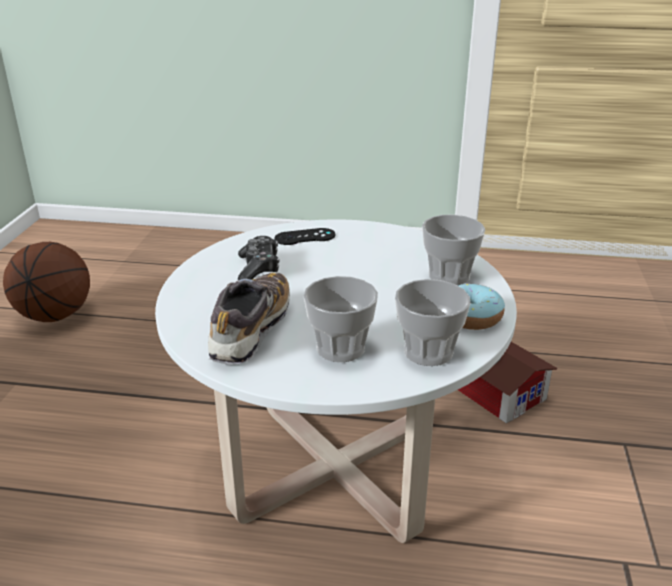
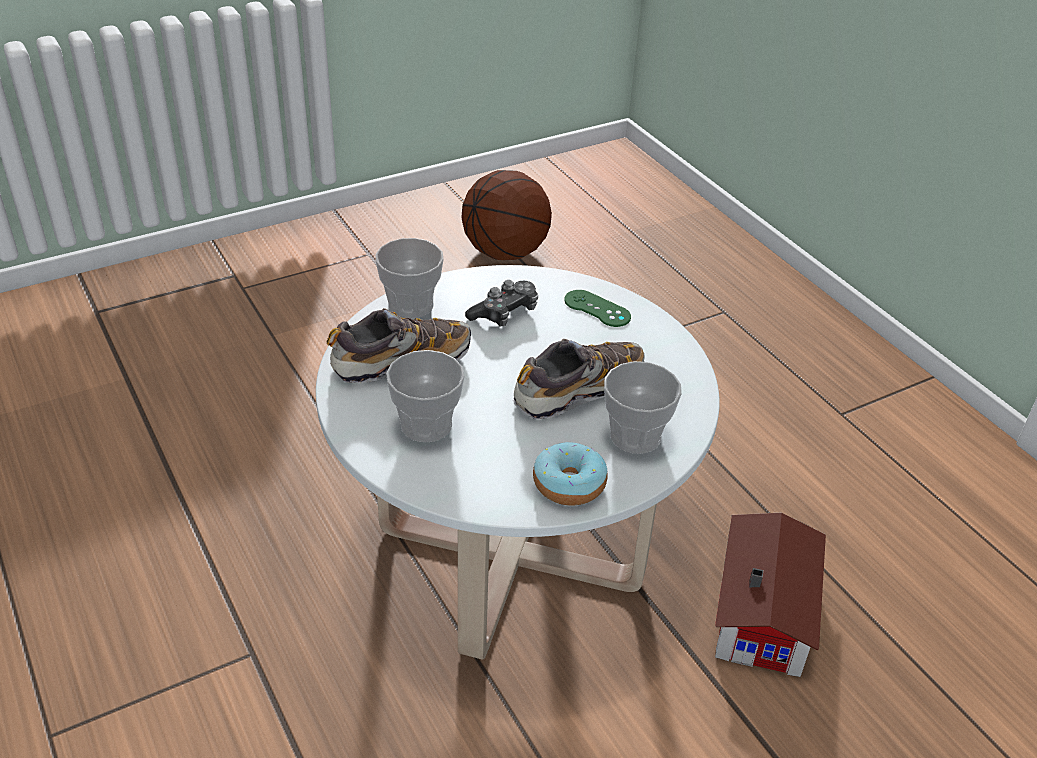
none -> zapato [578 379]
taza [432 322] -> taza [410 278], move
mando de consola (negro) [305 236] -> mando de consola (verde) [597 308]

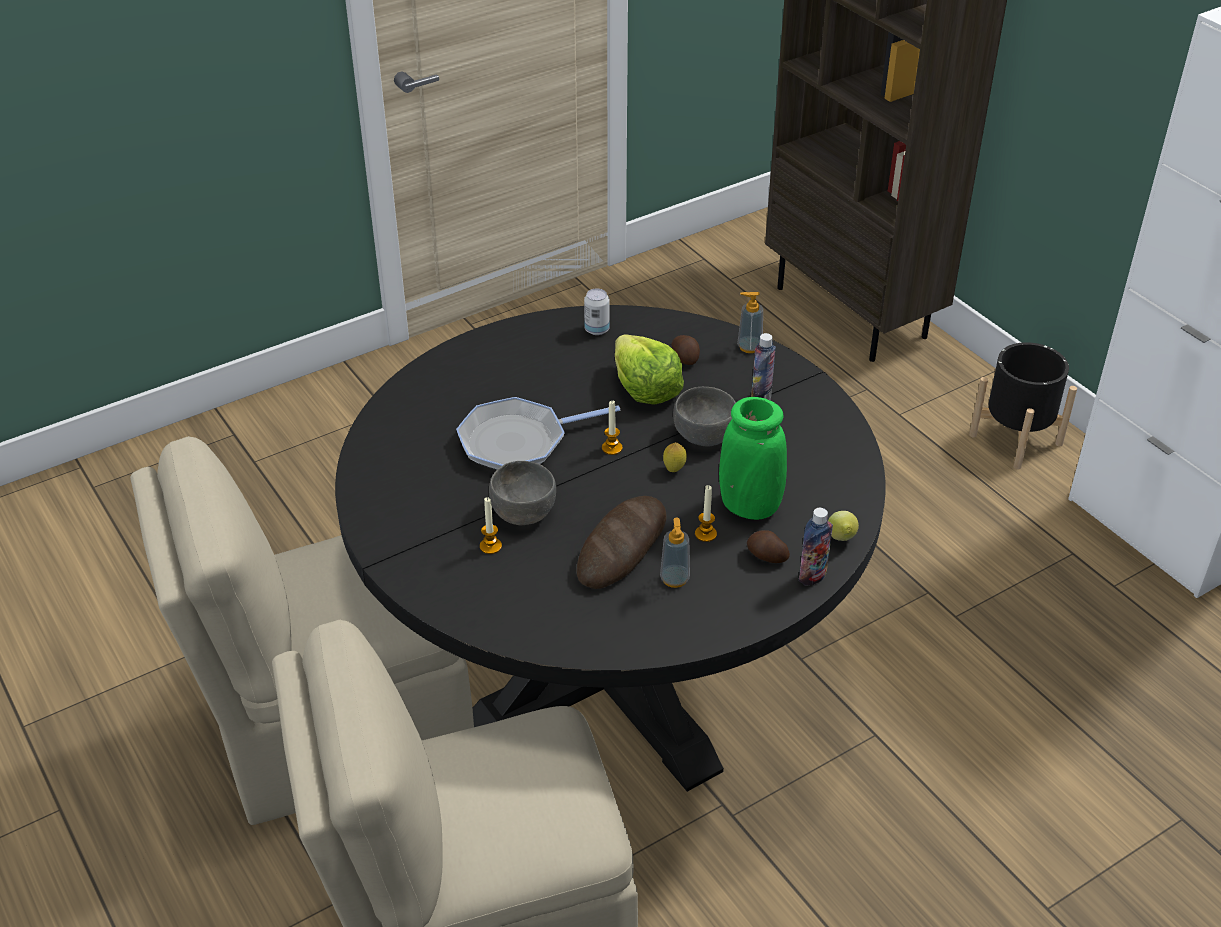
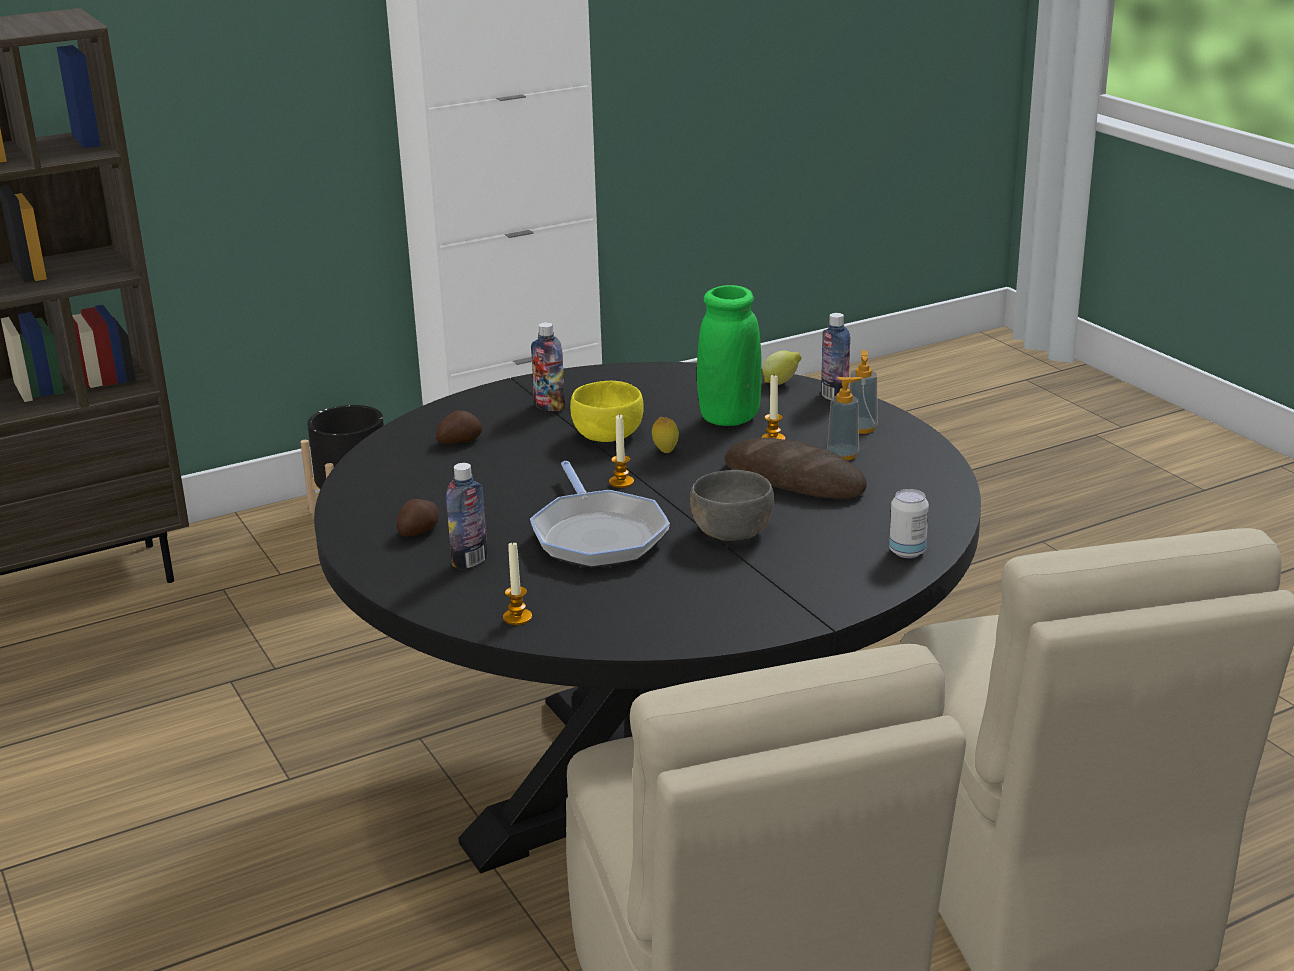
lechuga [649 369] -> none
none -> botella [467 516]
vela [491 526] -> vela [517 583], move
lata [597 311] -> lata [909 523], move
dispensador de jabón [750 322] -> dispensador de jabón [863 392], move
patata [768 546] -> patata [418 517], move
cuenco (gris) [704 416] -> cuenco (amarillo) [607 411]

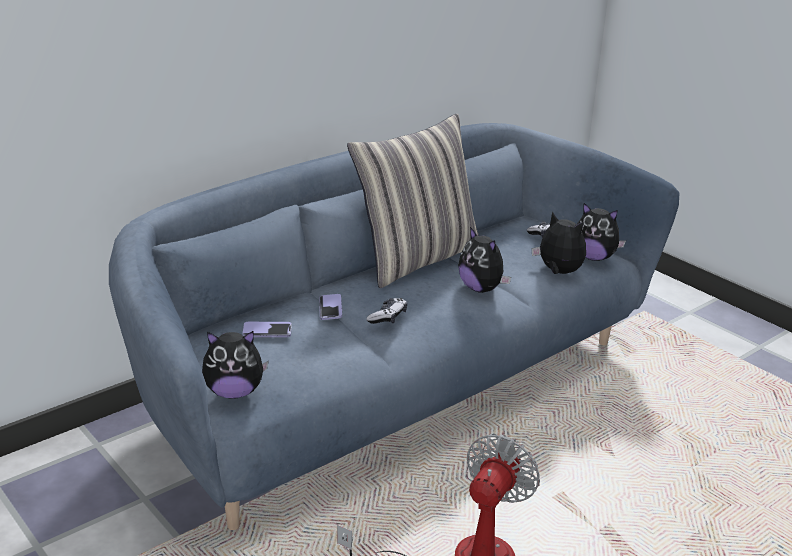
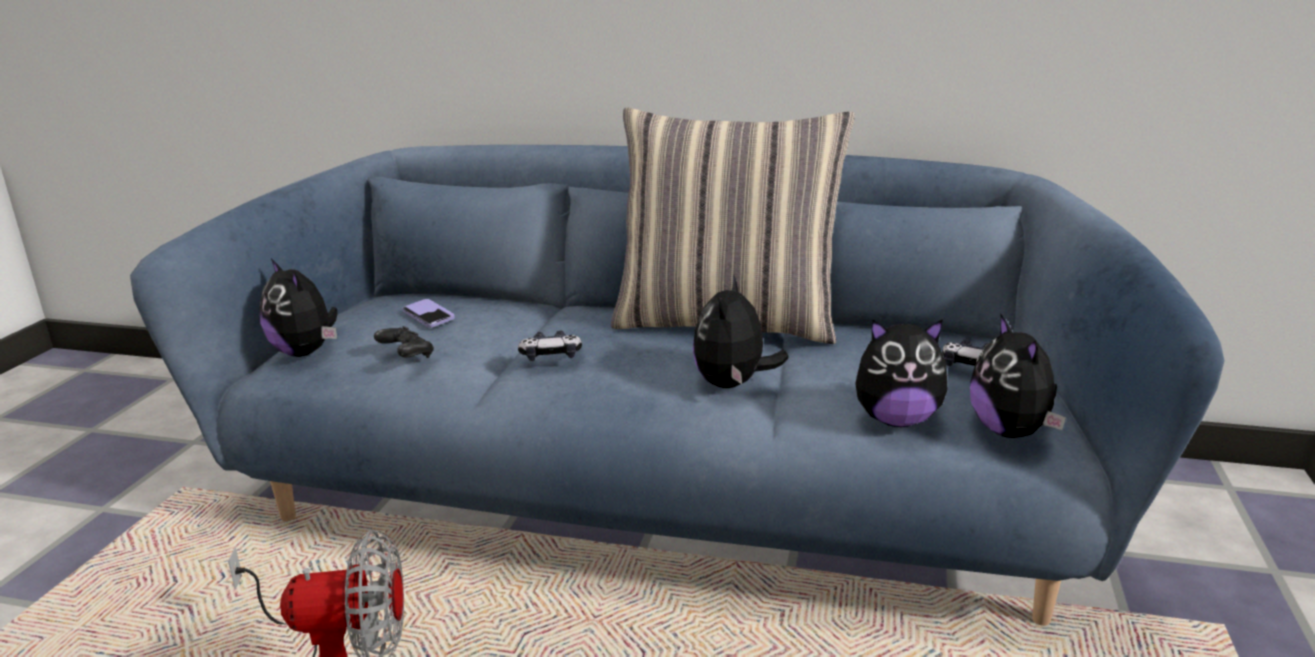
móvil [330 307] -> none
none -> mando de consola (negro) [404 342]
peluche [559 243] -> peluche [901 373], 90 degrees clockwise

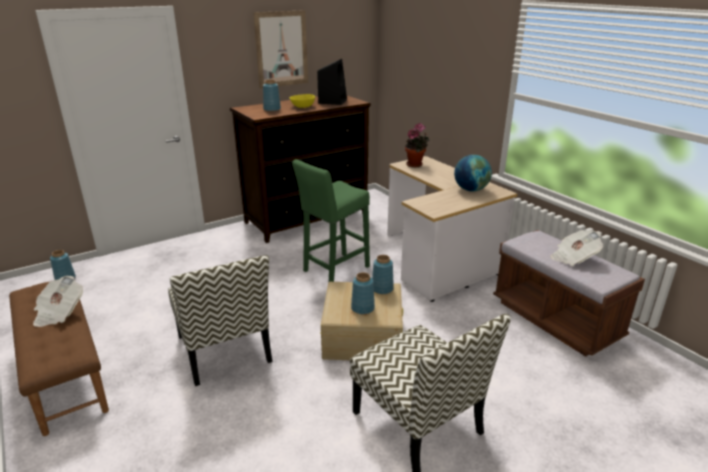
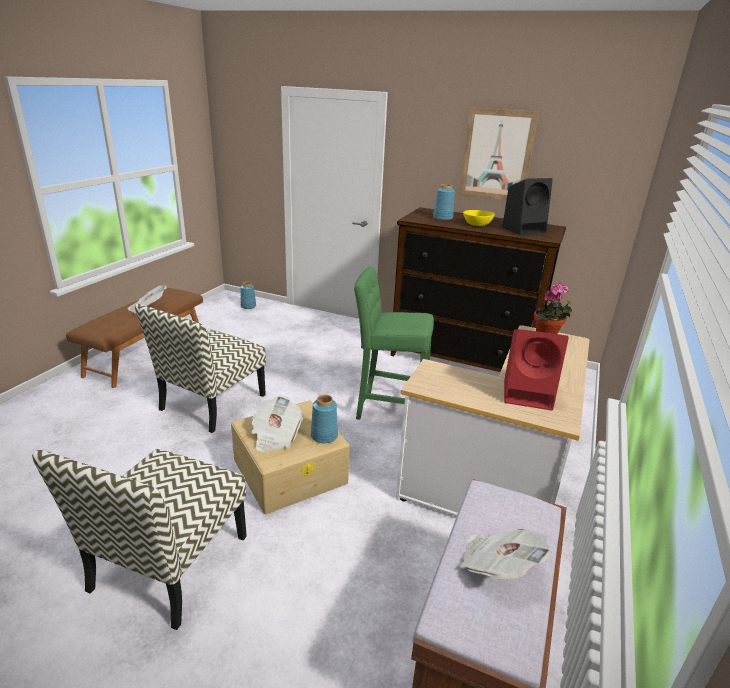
florero (azul) [363 293] -> periódico [277 424]
globo terráqueo [473 173] -> altavoz (rojo) [536 369]

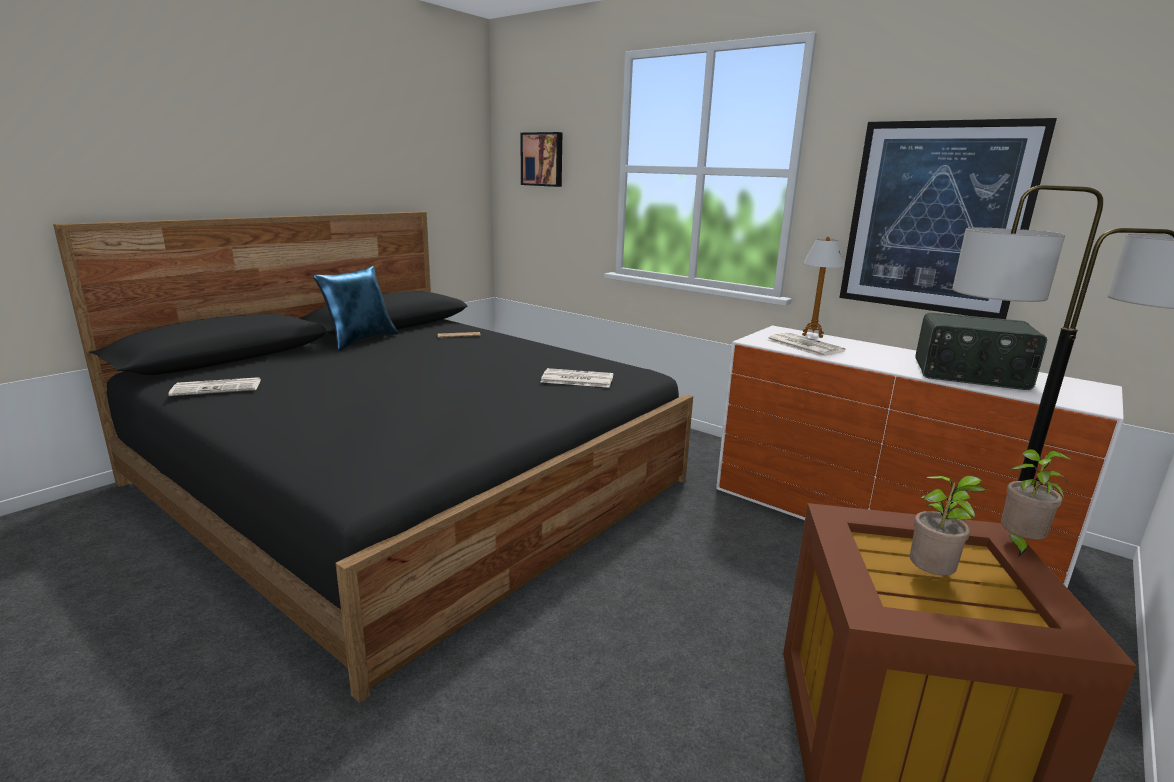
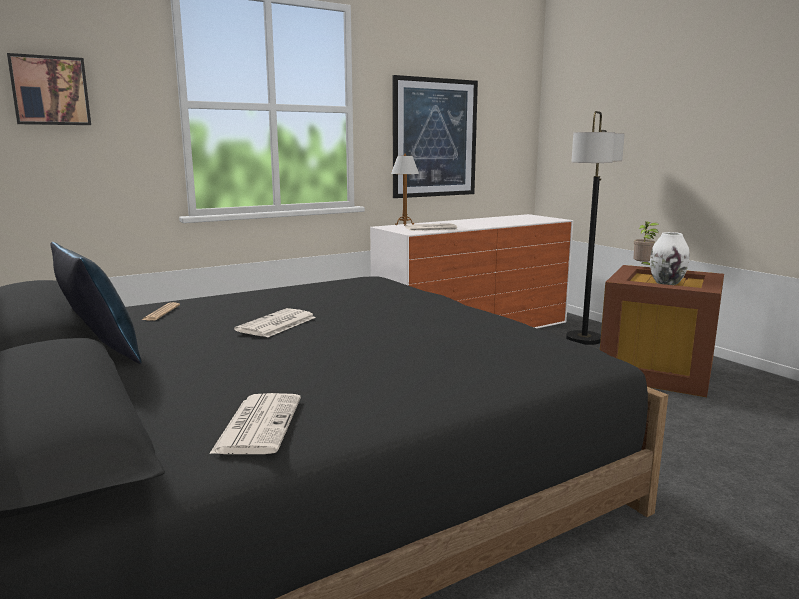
radio [981 351] -> none
periódico [577 378] -> periódico [275 323], move
planta en maceta [948 525] -> florero (blanco) [669 258]

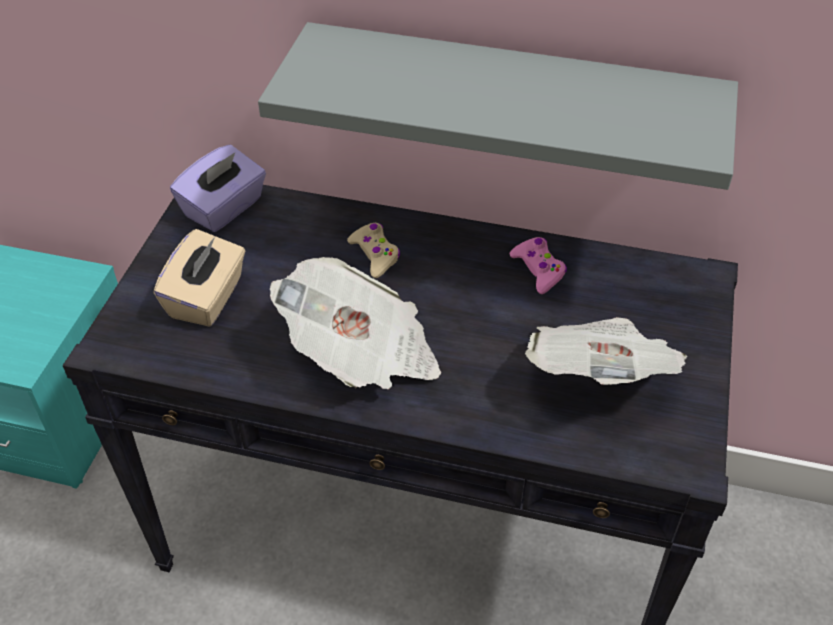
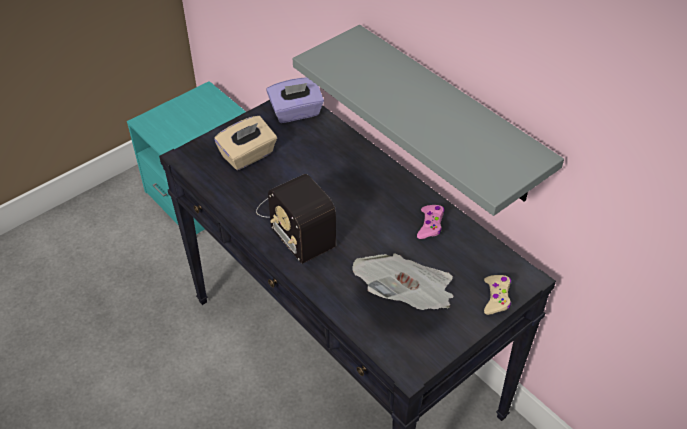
mando de consola (beis) [373 250] -> mando de consola (beis) [497 295], move
periódico [355 323] -> radio [296 219]

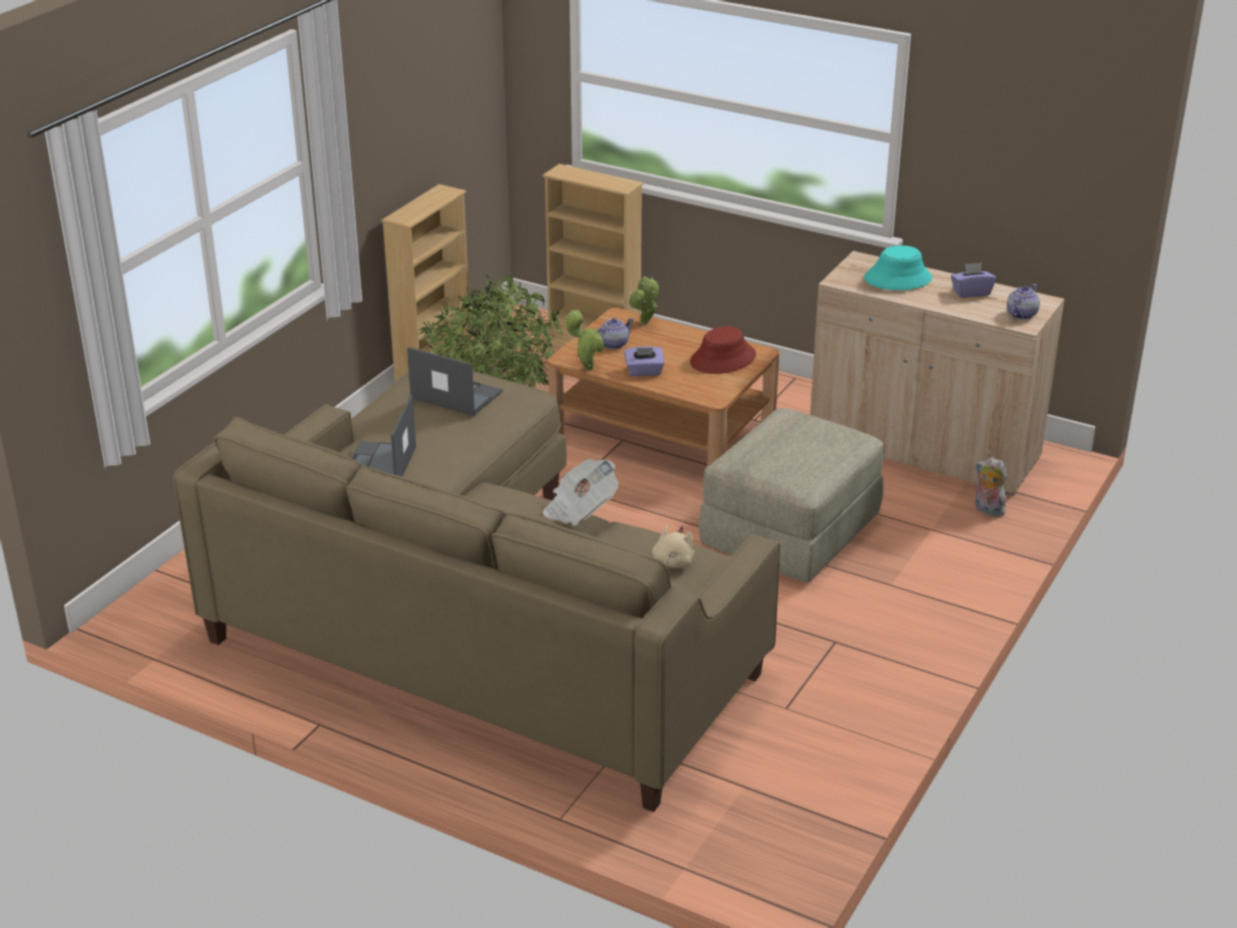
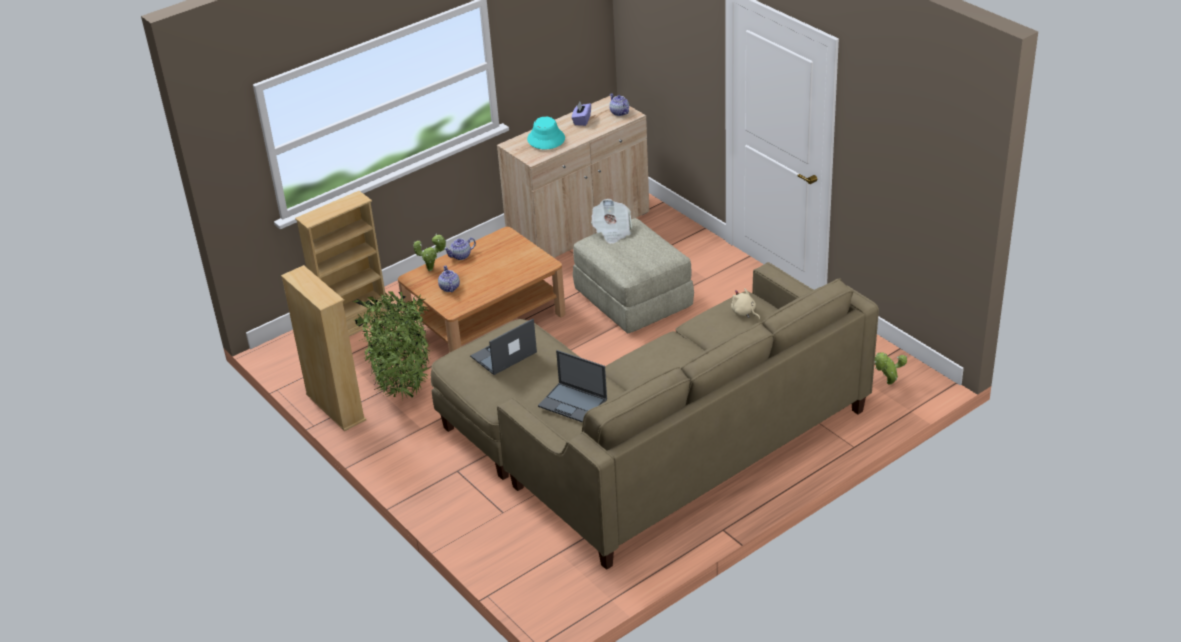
caja de pañuelos (morado) [644 361] -> none
sombrero (rojo) [723 350] -> none
peluche [991 487] -> none
none -> tetera [460 249]
periódico [581 492] -> periódico [611 221], move
planta en maceta [585 340] -> planta en maceta [891 368], move

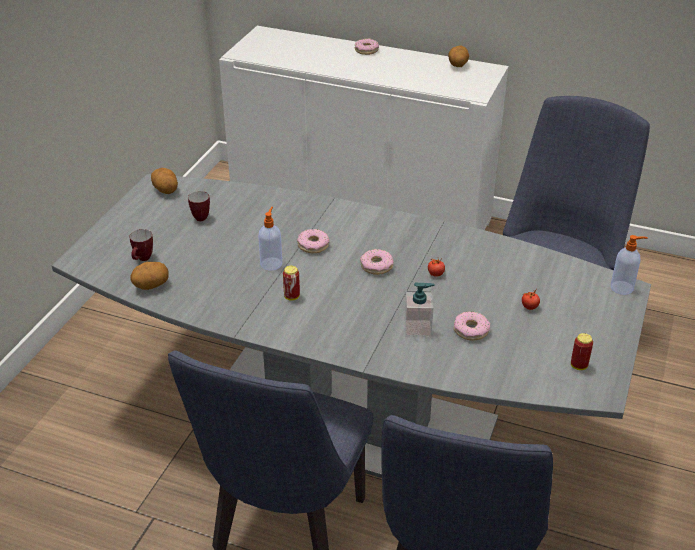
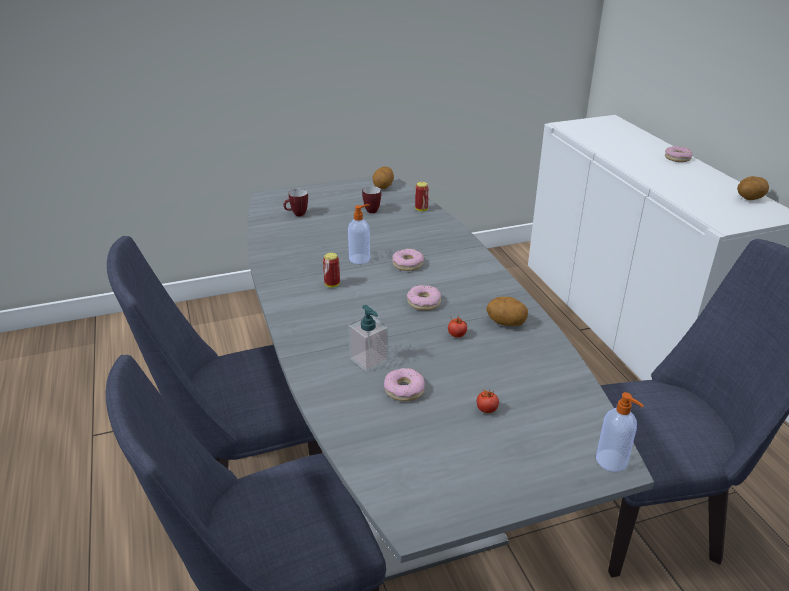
patata [149 276] -> patata [507 311], move
lata [582 351] -> lata [422 196], move

